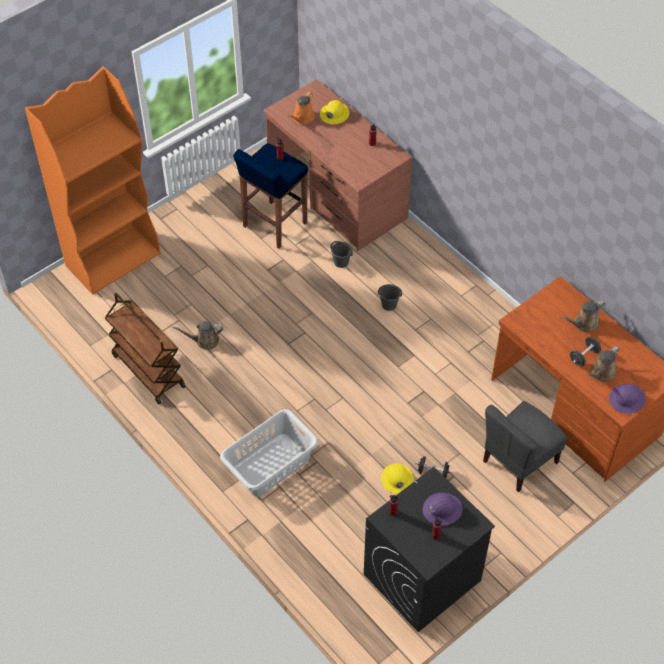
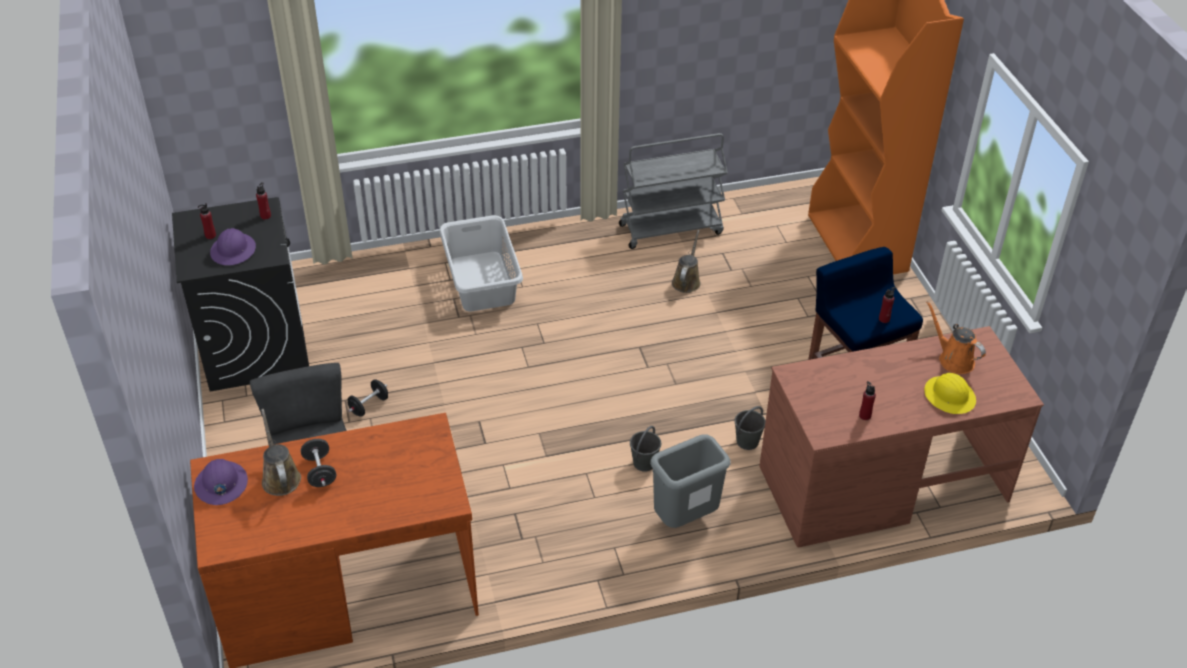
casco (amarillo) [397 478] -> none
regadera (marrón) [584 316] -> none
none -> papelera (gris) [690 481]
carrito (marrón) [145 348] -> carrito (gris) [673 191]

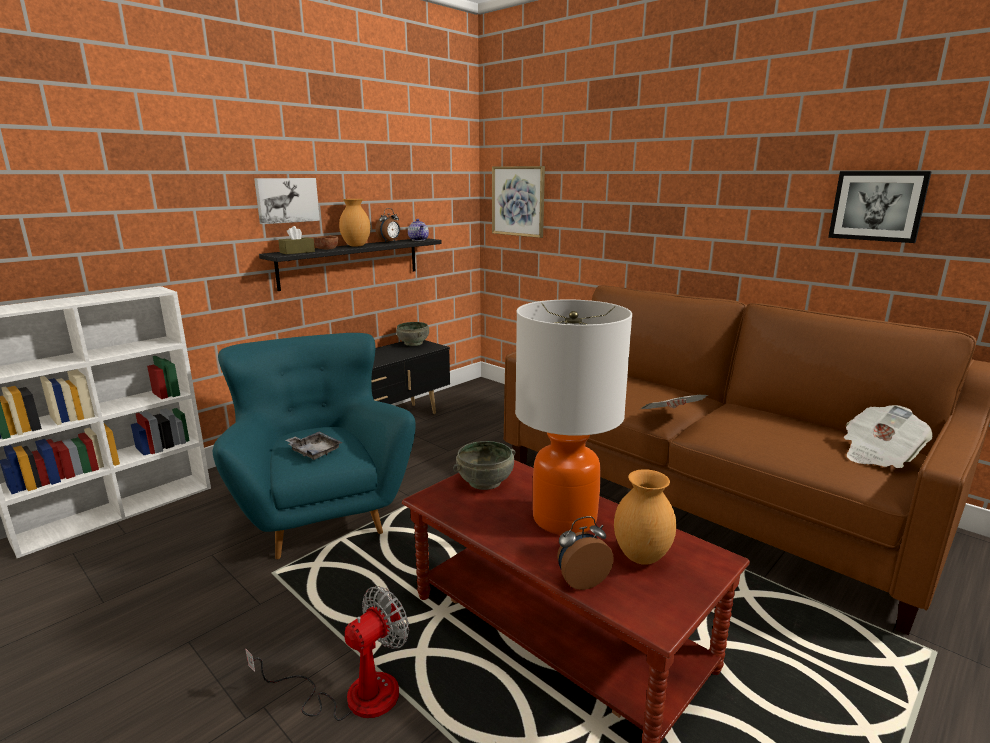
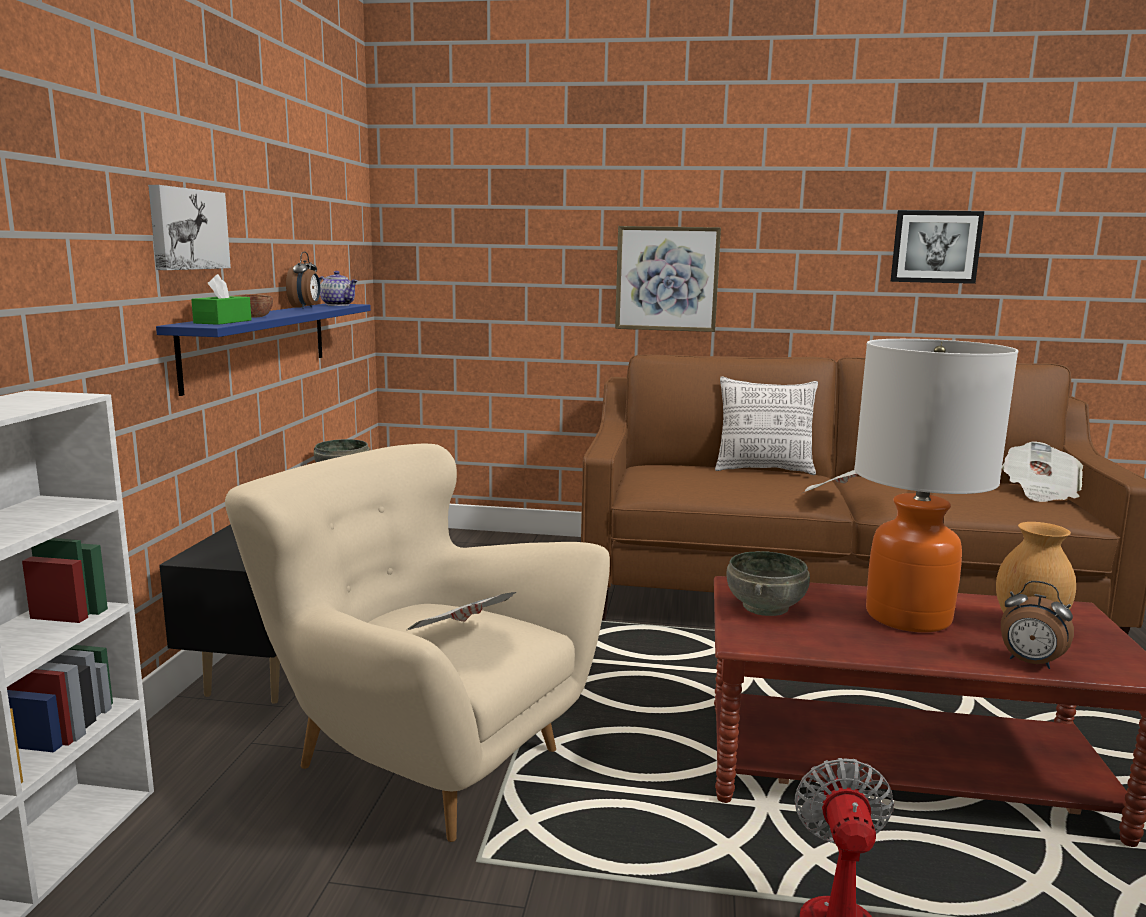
florero (marrón) [355 222] -> none
none -> cojín [766 425]
cuadro [518 202] -> cuadro [668 279], move
bandeja (gris) [314 446] -> periódico [462 611]
sillón (turquesa) [314 446] -> sillón (beis) [417 643]
estante (negro) [350 264] -> estante (azul) [263 349]
caja de pañuelos (marrón) [296 240] -> caja de pañuelos (verde) [221 299]
despertador [585 553] -> despertador [1037 625], 90 degrees counterclockwise

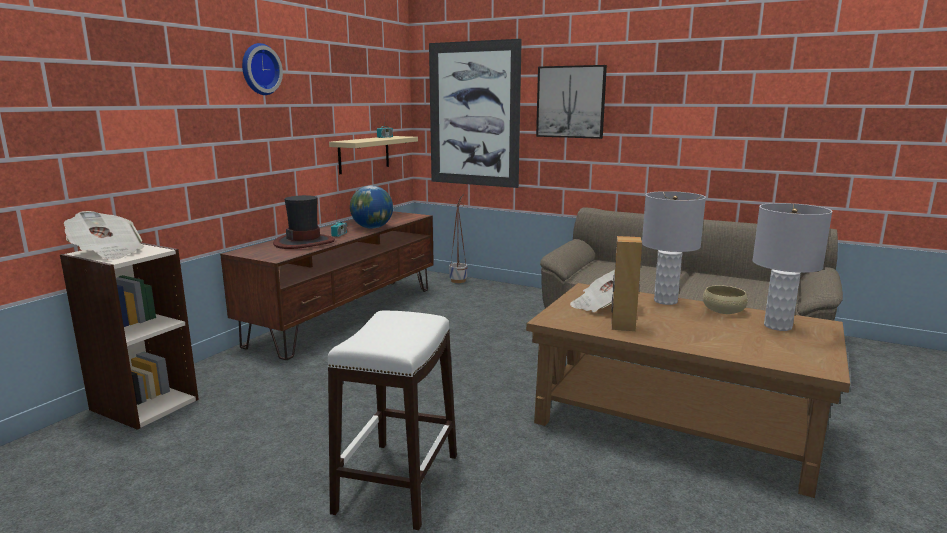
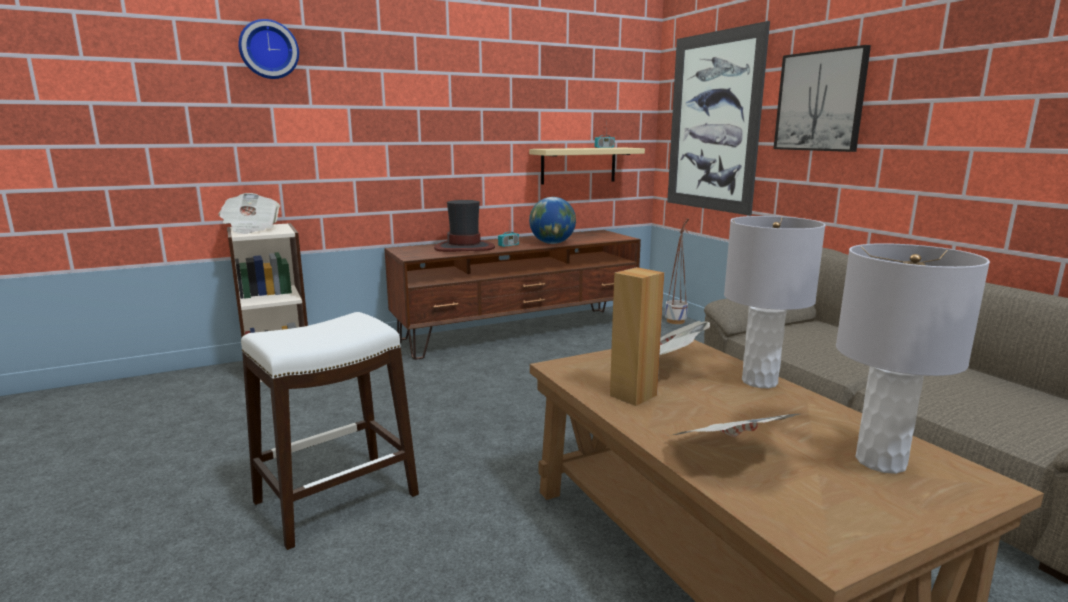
cuenco (beis) [725 299] -> none
none -> periódico [736 425]
reloj de pared [262 69] -> reloj de pared [268 49], move

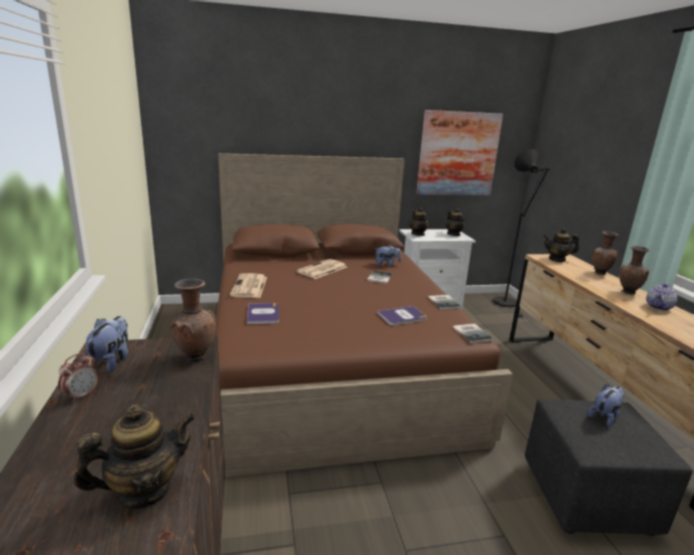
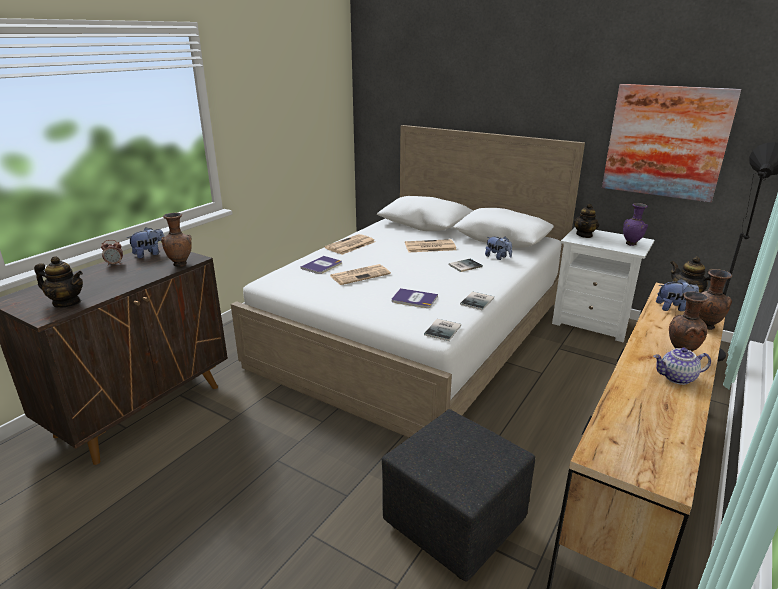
none -> periódico [361 274]
peluche [606 405] -> peluche [677 295], move
tetera [455 222] -> florero (morado) [635 224]
cama (marrón) [364 315] -> cama (blanco) [408 281]

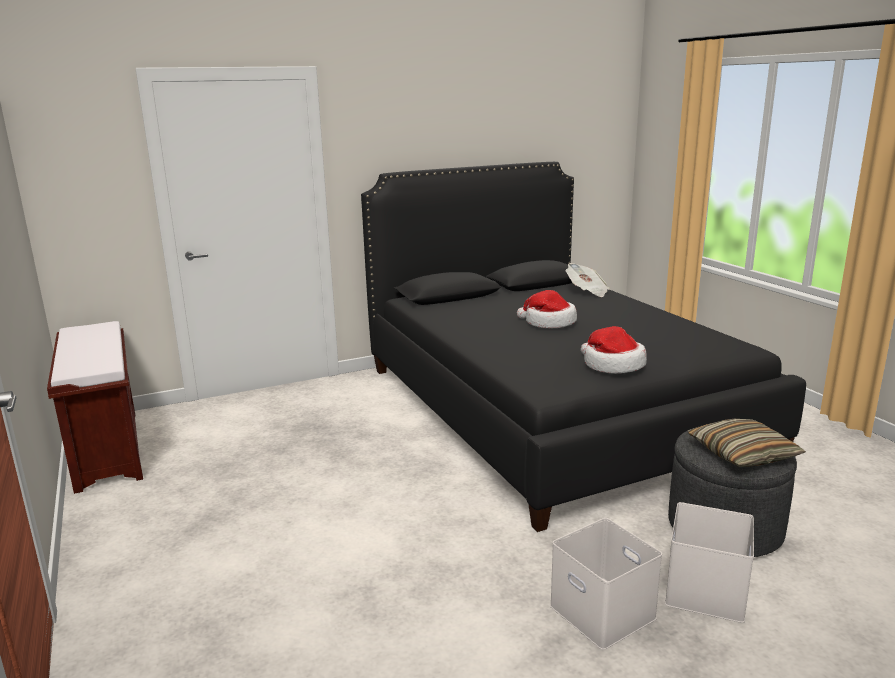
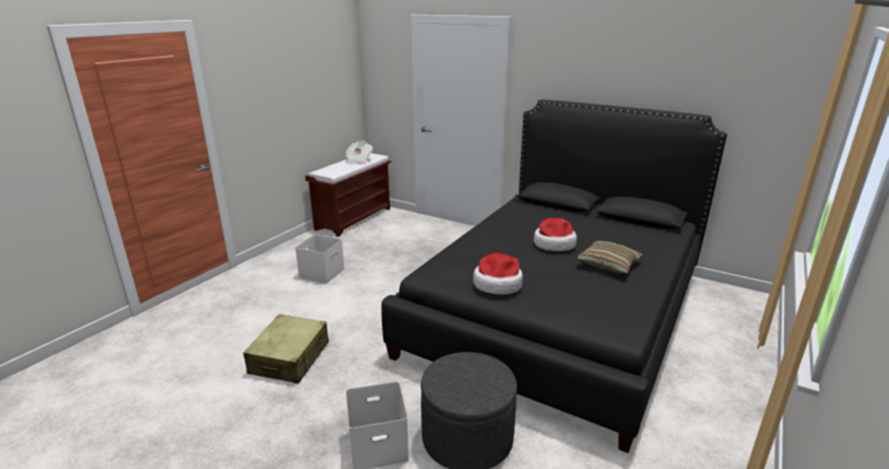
none -> maleta (beis) [286 349]
caja de almacenaje (blanco) [606 584] -> caja de almacenaje (blanco) [320 259], move
periódico [588 280] -> periódico [359 152], move
cojín [747 443] -> cojín [610 257], move

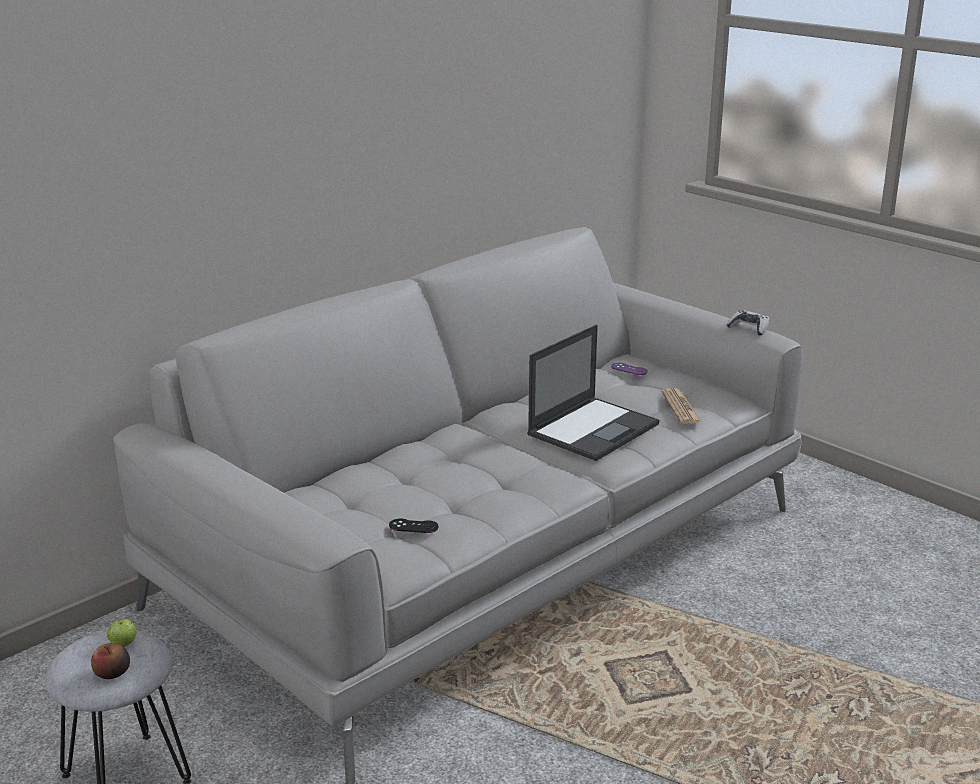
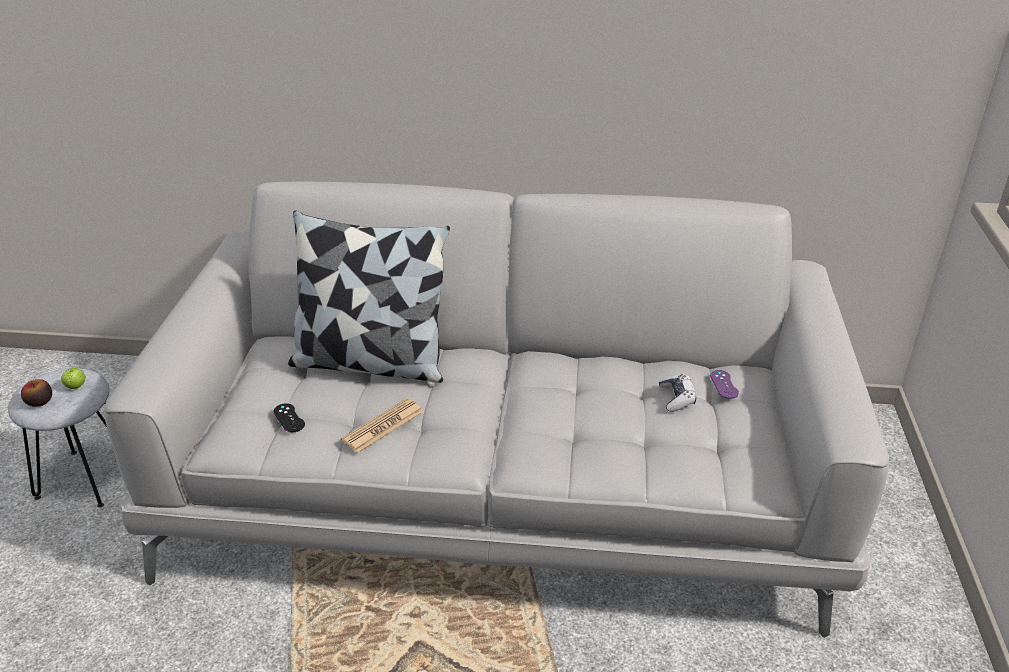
portátil [593 393] -> none
none -> cojín [369 296]
periódico [681 406] -> periódico [382 425], move
mando de consola [748 322] -> mando de consola [678 393], move

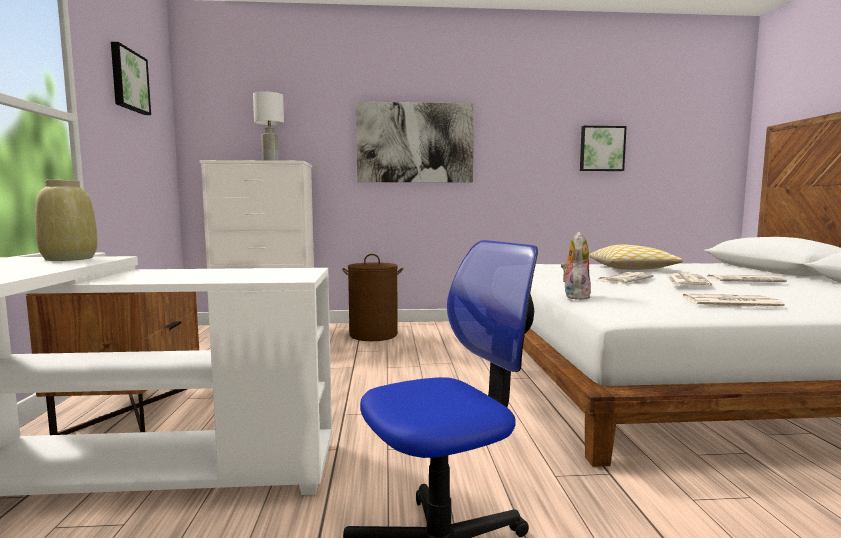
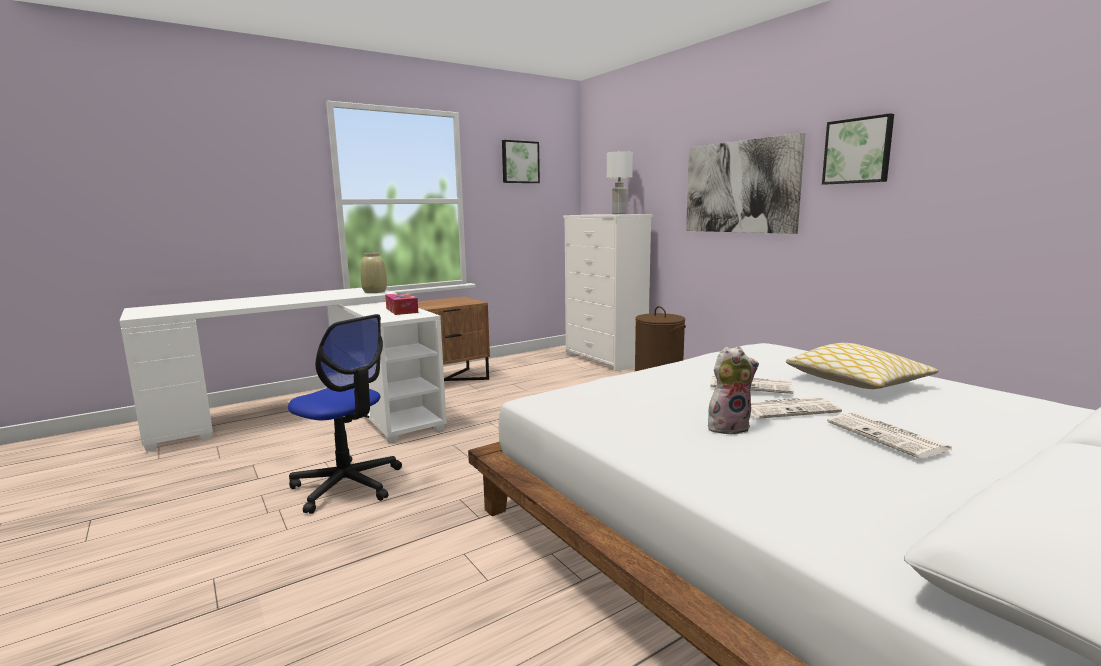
periódico [734 301] -> none
none -> caja de pañuelos [401 304]
peluche [576 266] -> peluche [733 390], move
cuadro [603 148] -> cuadro [858 148], move

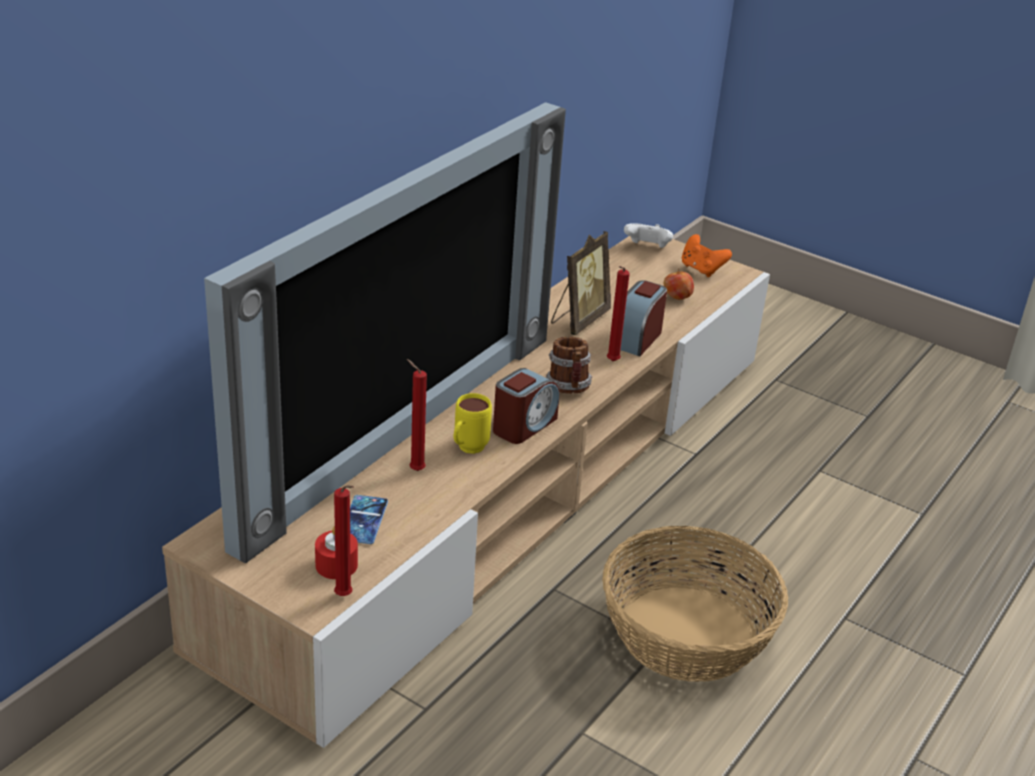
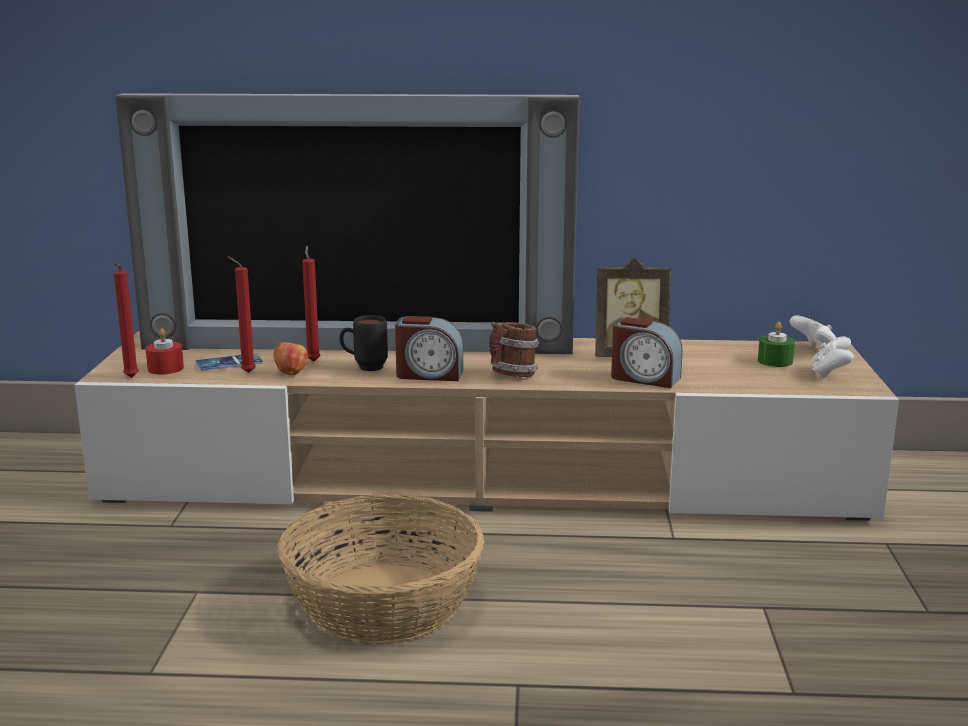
none -> vela (verde) [776 344]
vela (rojo) [618 313] -> vela (rojo) [241 314], move
manzana [679 284] -> manzana [291 357], move
taza grande (amarillo) [473 423] -> taza grande (negro) [363 343]
mando de consola (naranja) [707 255] -> mando de consola (blanco) [832 357]
despertador [643 318] -> despertador [647 352], 150 degrees counterclockwise

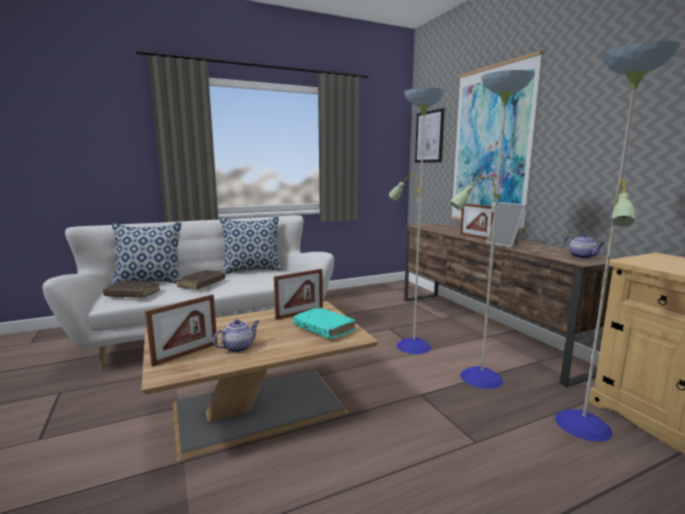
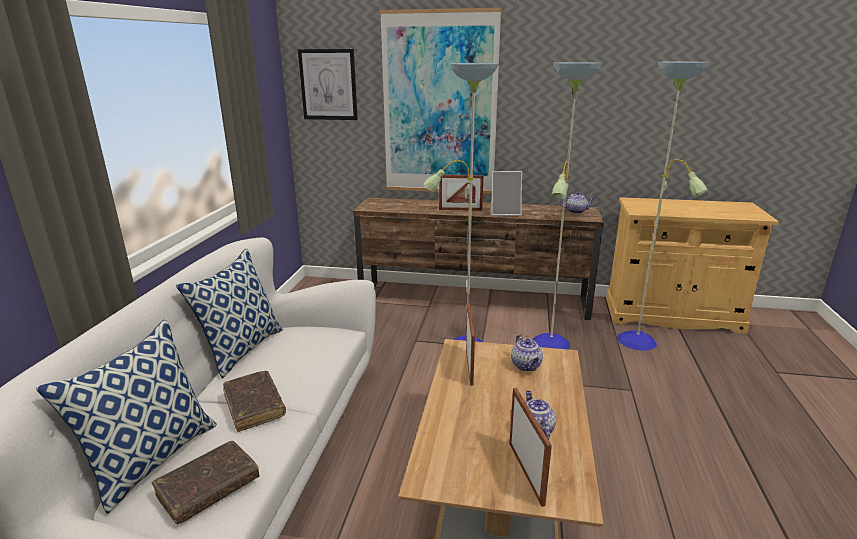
libro (turquesa) [324 323] -> tetera [527 353]

